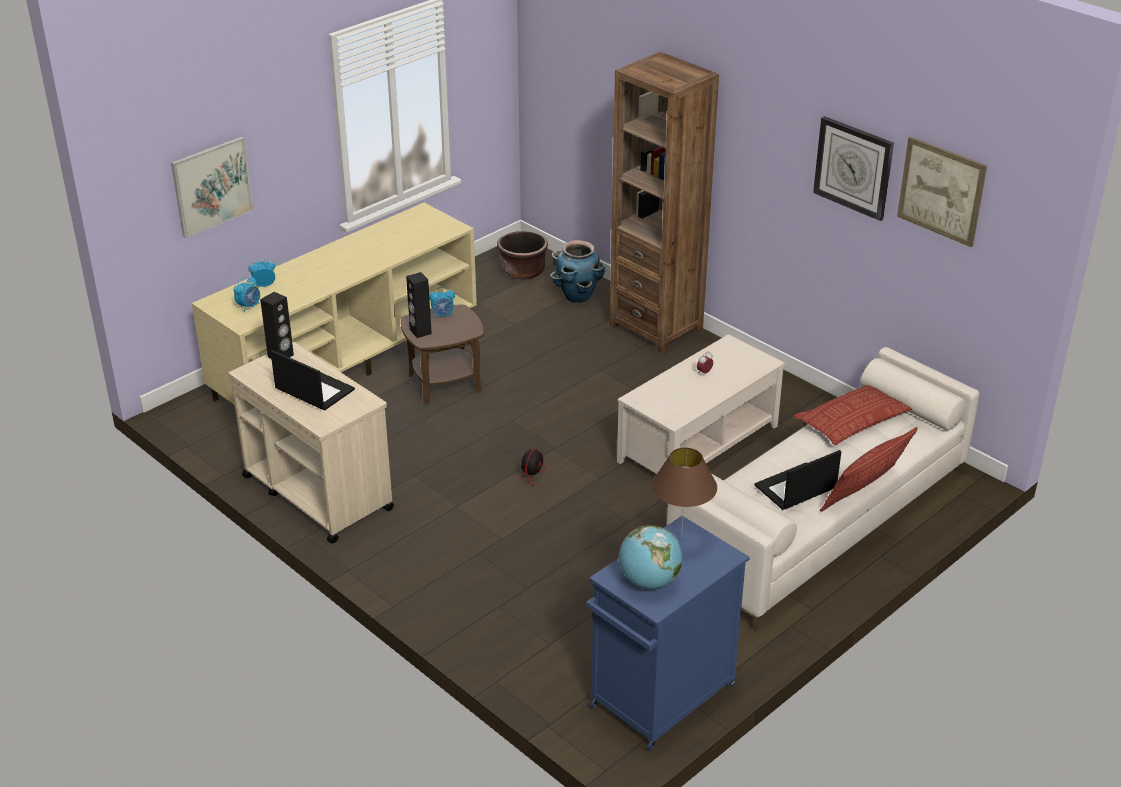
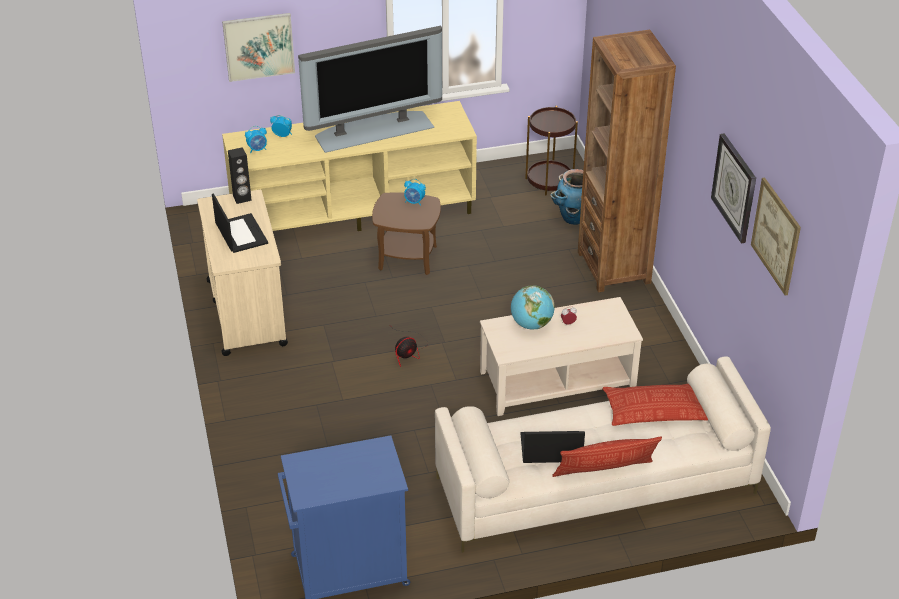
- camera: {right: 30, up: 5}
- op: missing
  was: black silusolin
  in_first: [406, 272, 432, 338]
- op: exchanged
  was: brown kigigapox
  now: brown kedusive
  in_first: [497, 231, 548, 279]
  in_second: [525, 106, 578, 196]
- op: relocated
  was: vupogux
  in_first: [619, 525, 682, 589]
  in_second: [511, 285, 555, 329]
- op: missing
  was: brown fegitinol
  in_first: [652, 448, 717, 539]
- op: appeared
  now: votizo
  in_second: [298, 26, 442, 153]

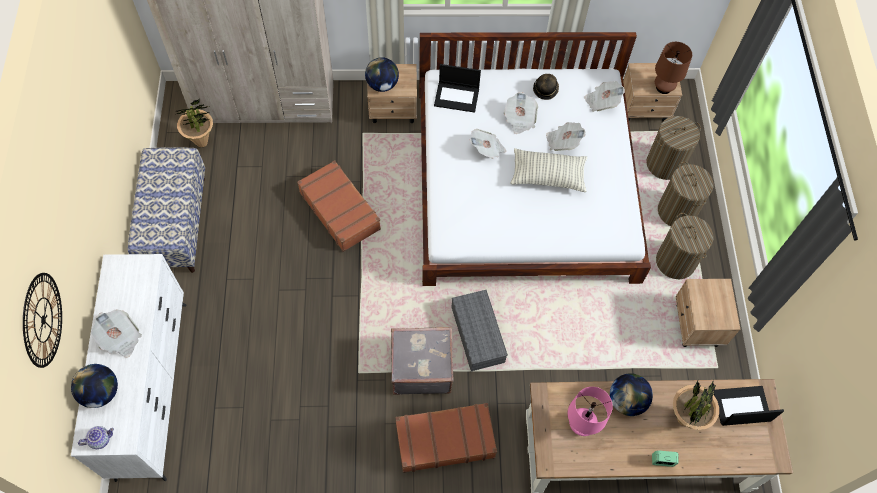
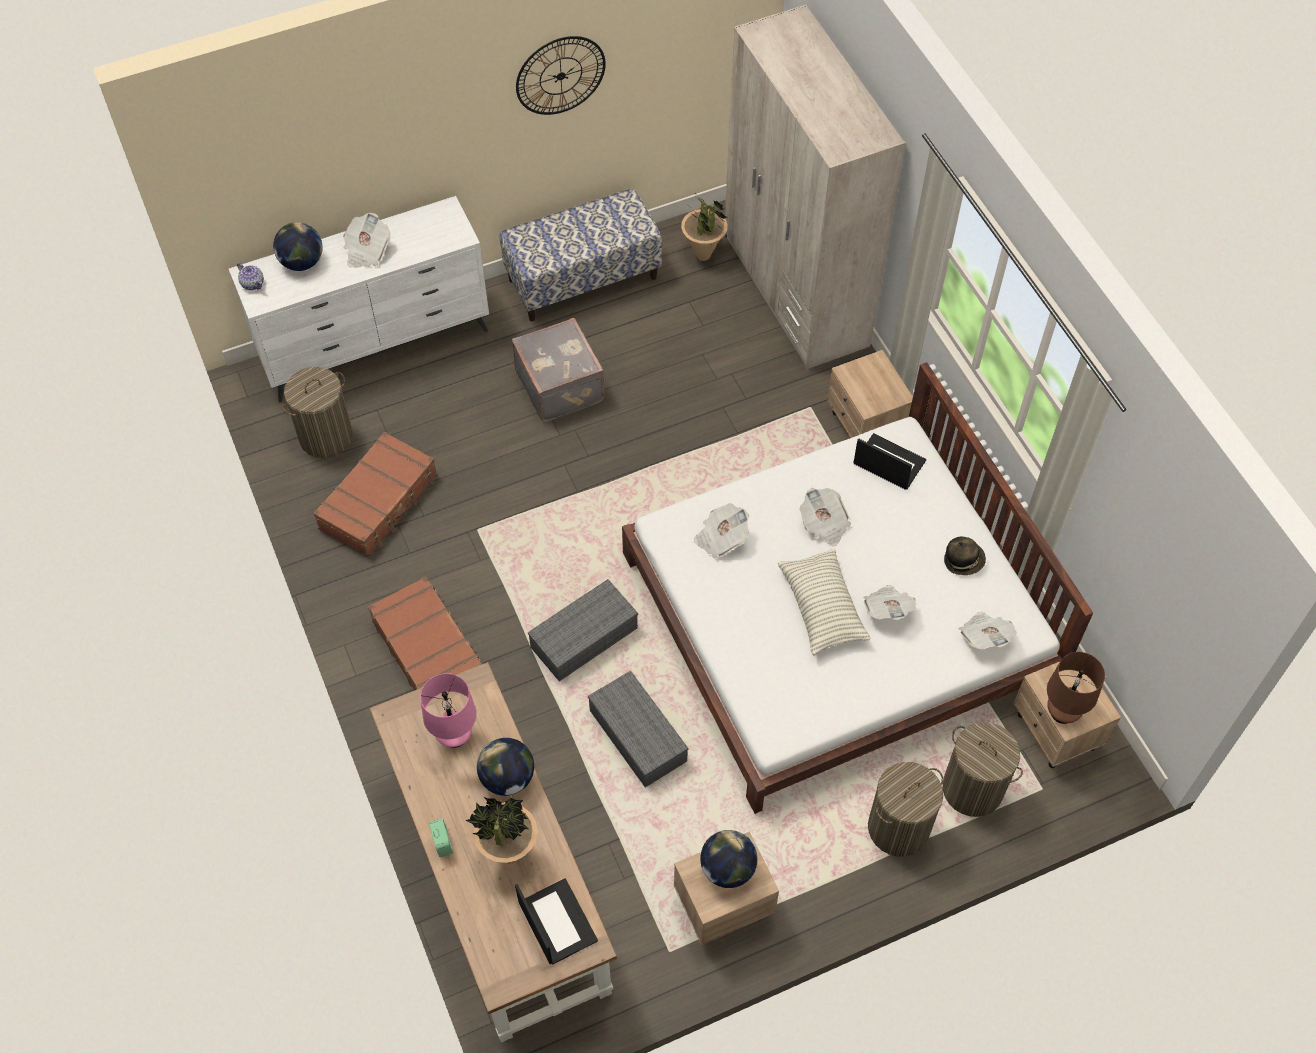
- camera: {right: 70, up: -5}
- op: relocated
  was: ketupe
  in_first: [23, 273, 62, 368]
  in_second: [516, 36, 606, 115]
- op: relocated
  was: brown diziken
  in_first: [297, 160, 381, 252]
  in_second: [314, 432, 437, 557]
- op: relocated
  was: vupogux
  in_first: [365, 57, 399, 92]
  in_second: [700, 830, 758, 888]
- op: relocated
  was: grey diziken
  in_first: [391, 327, 454, 395]
  in_second: [512, 318, 604, 422]
- op: spun
  was: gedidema
  in_first: [434, 64, 481, 113]
  in_second: [853, 433, 926, 490]
  clockwise: 135
- op: relocated
  was: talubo
  in_first: [504, 92, 538, 134]
  in_second: [694, 503, 749, 559]
- op: relocated
  was: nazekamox
  in_first: [656, 213, 713, 279]
  in_second: [282, 367, 353, 458]
- op: appeared
  now: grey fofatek
  in_second: [588, 670, 688, 788]

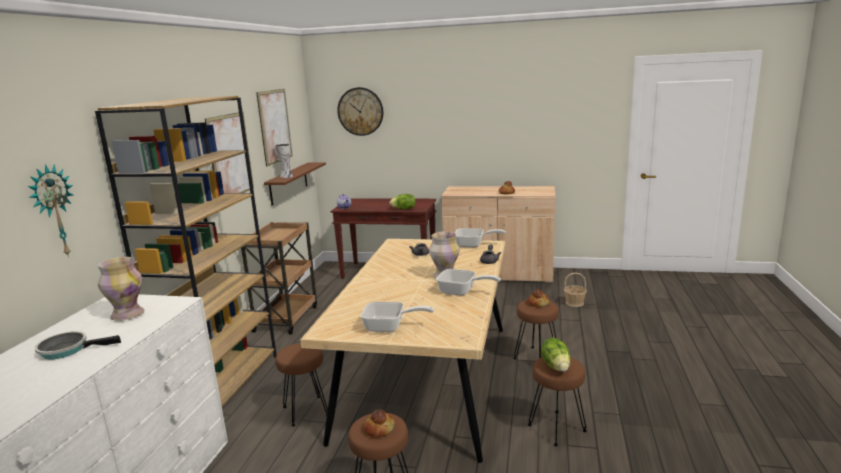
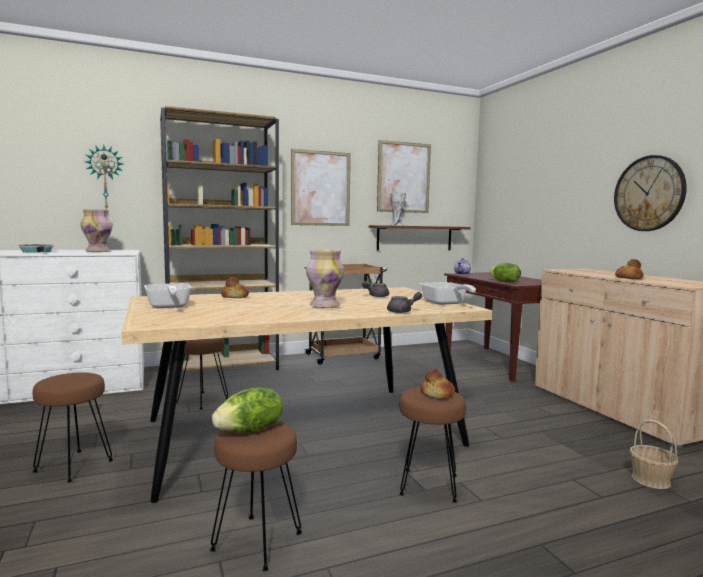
- camera: {right: 55, up: -10}
- op: relocated
  was: ketupe
  in_first: [337, 87, 384, 136]
  in_second: [614, 155, 687, 231]
- op: relocated
  was: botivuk
  in_first: [364, 409, 395, 437]
  in_second: [221, 277, 249, 298]
- op: missing
  was: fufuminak
  in_first: [436, 269, 501, 296]

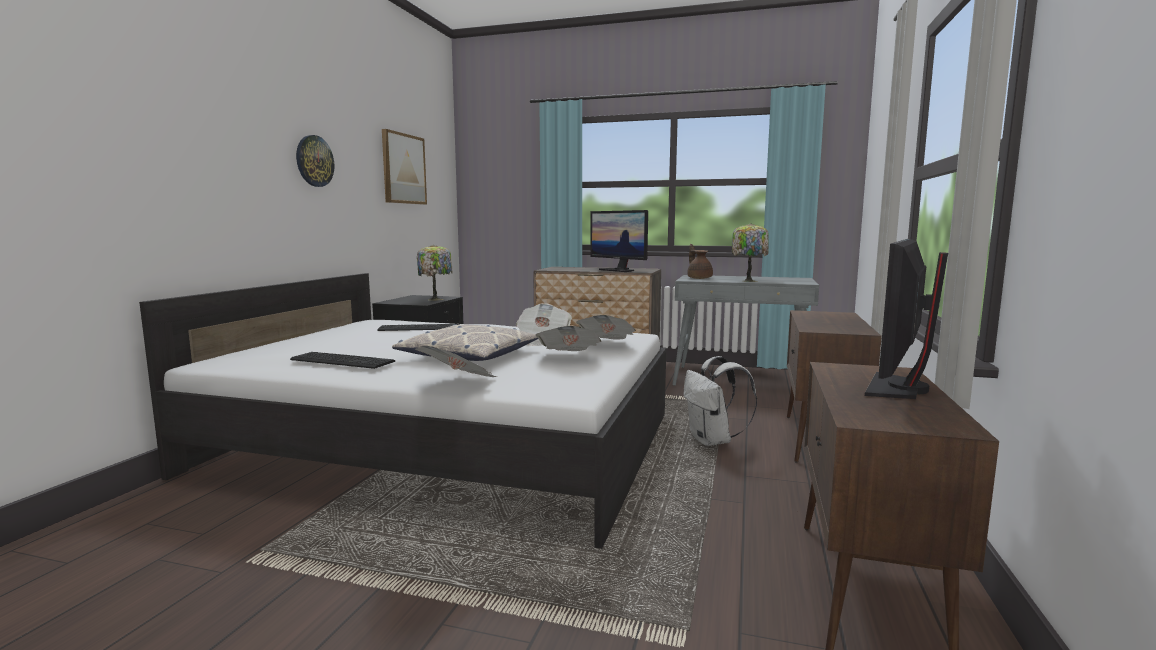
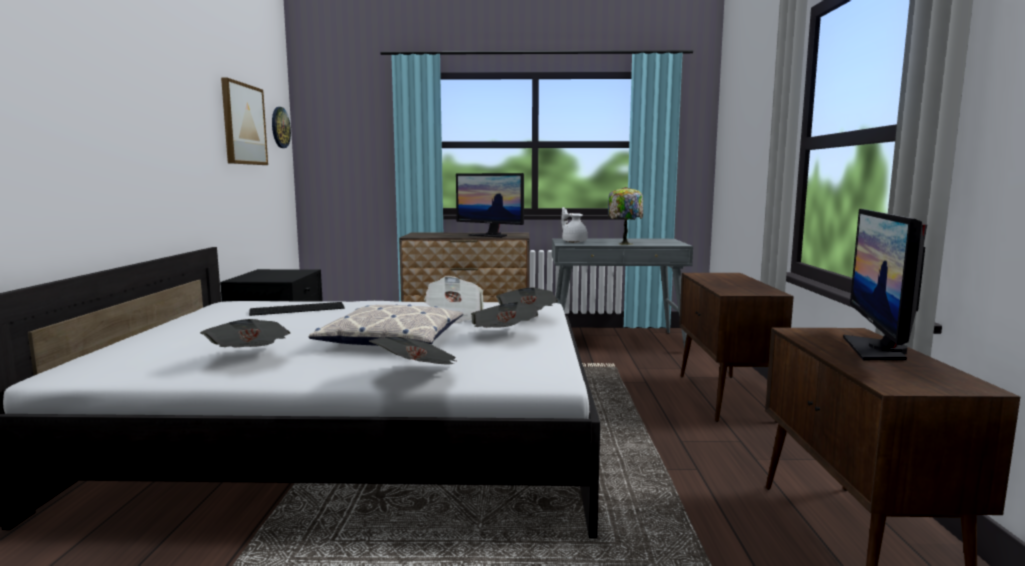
- camera: {right: -15, up: 0}
- op: exchanged
  was: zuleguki
  now: talubo
  in_first: [290, 352, 395, 369]
  in_second: [200, 319, 290, 347]
- op: relocated
  was: ketupe
  in_first: [296, 135, 334, 187]
  in_second: [272, 107, 291, 148]
- op: missing
  was: fegitinol
  in_first: [417, 245, 452, 301]
- op: missing
  was: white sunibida
  in_first: [684, 356, 757, 446]
- op: colour
  was: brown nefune
  now: white nefune
  in_first: [687, 244, 713, 279]
  in_second: [562, 207, 588, 243]

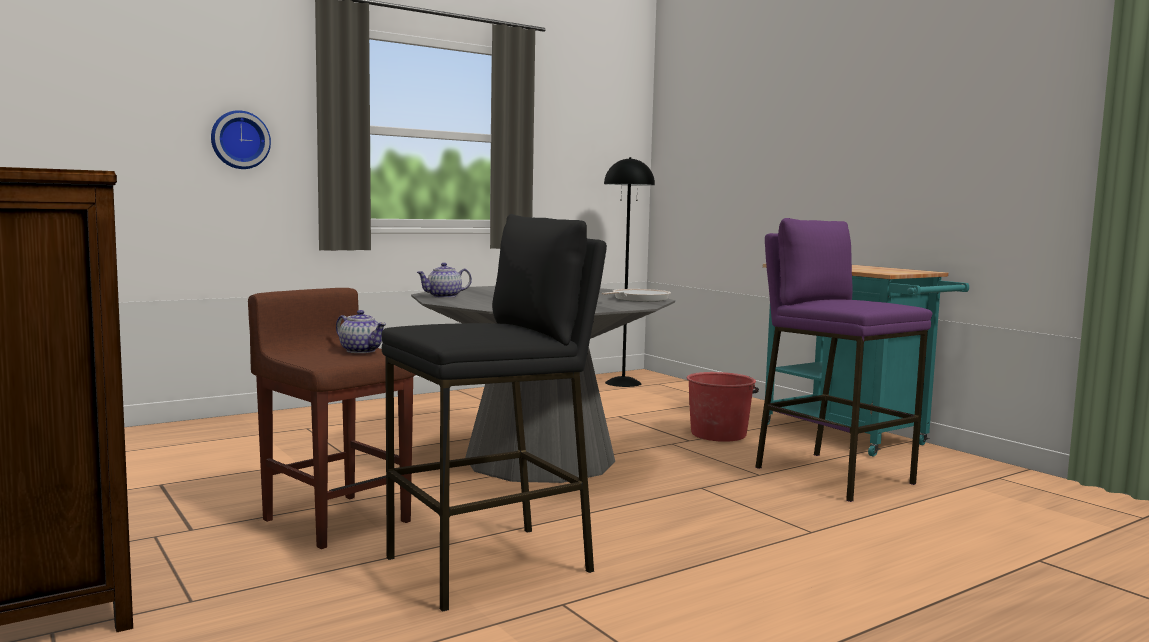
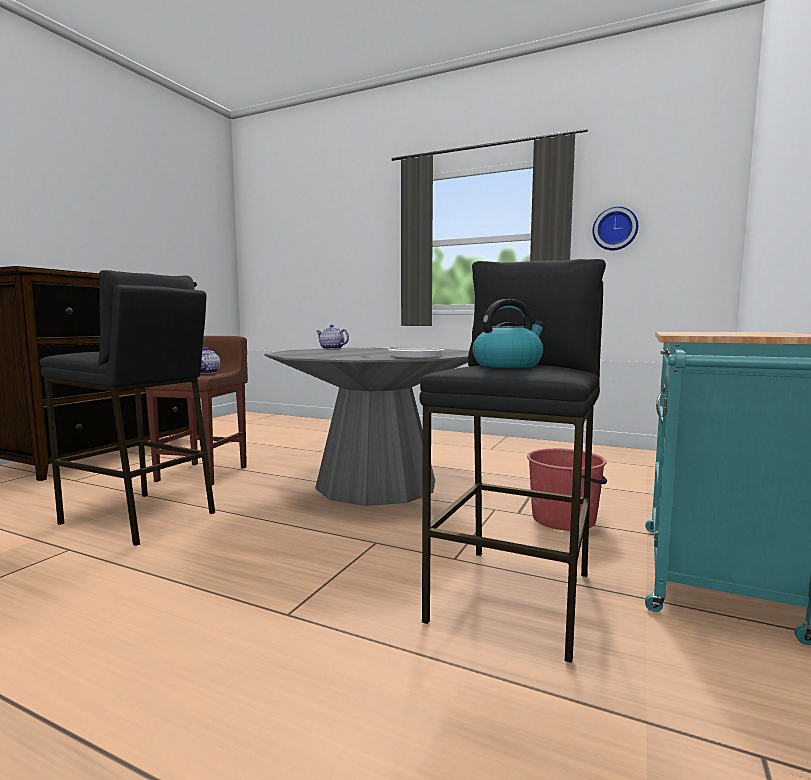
- camera: {right: 60, up: 0}
- op: relocated
  was: ketupe
  in_first: [211, 110, 271, 169]
  in_second: [593, 206, 638, 250]
- op: missing
  was: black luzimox
  in_first: [604, 157, 655, 387]
- op: colour
  was: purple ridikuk
  now: black ridikuk
  in_first: [755, 218, 932, 502]
  in_second: [419, 259, 606, 663]
- op: appeared
  now: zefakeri
  in_second: [473, 299, 545, 368]

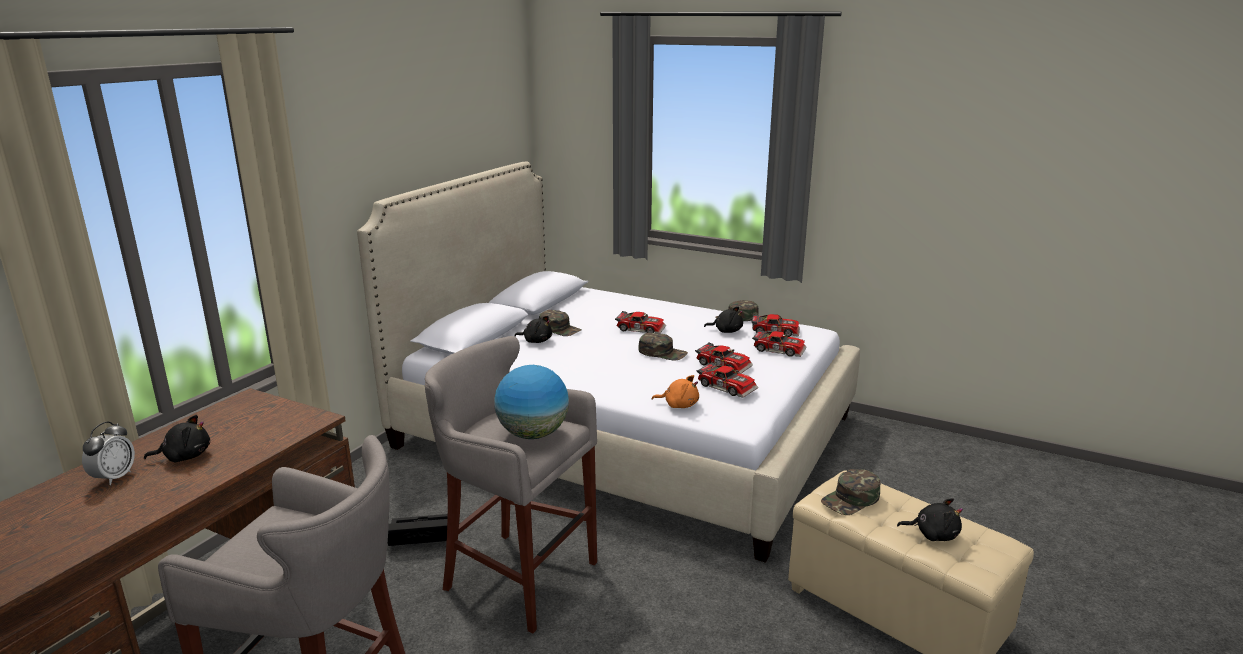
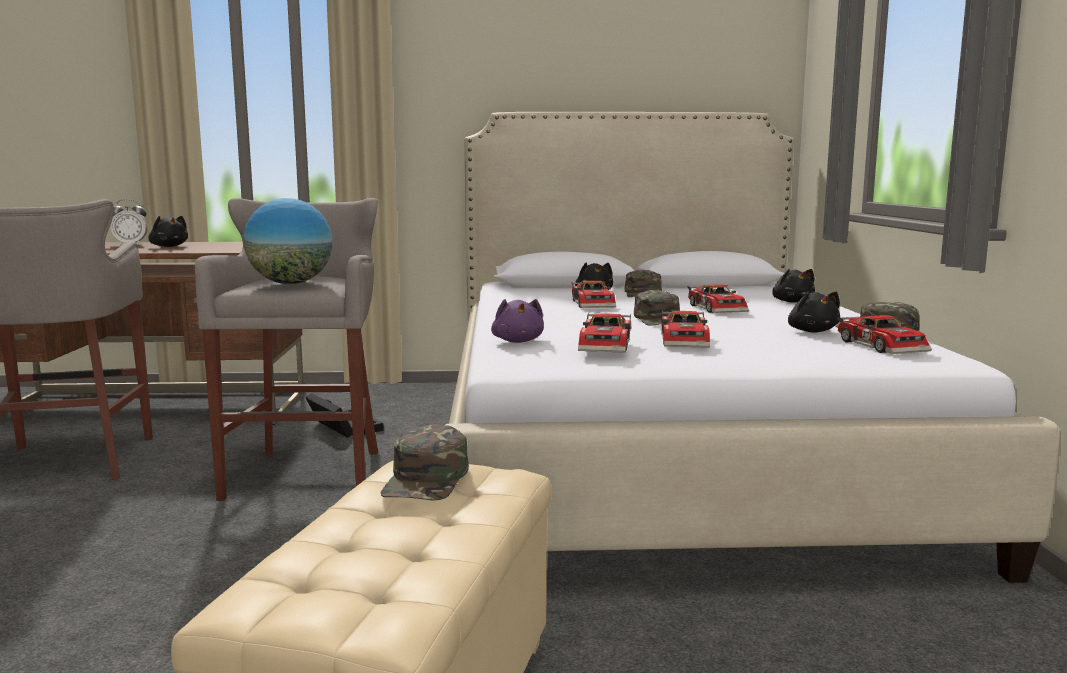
- camera: {right: 60, up: -10}
- op: colour
  was: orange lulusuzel
  now: purple lulusuzel
  in_first: [652, 375, 699, 408]
  in_second: [491, 299, 544, 343]
- op: relocated
  was: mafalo
  in_first: [752, 329, 807, 357]
  in_second: [572, 281, 616, 308]
- op: spun
  was: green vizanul
  in_first: [821, 469, 881, 515]
  in_second: [381, 424, 469, 501]
  clockwise: -105
- op: relocated
  was: black lulusuzel
  in_first: [897, 498, 963, 541]
  in_second: [772, 269, 815, 303]

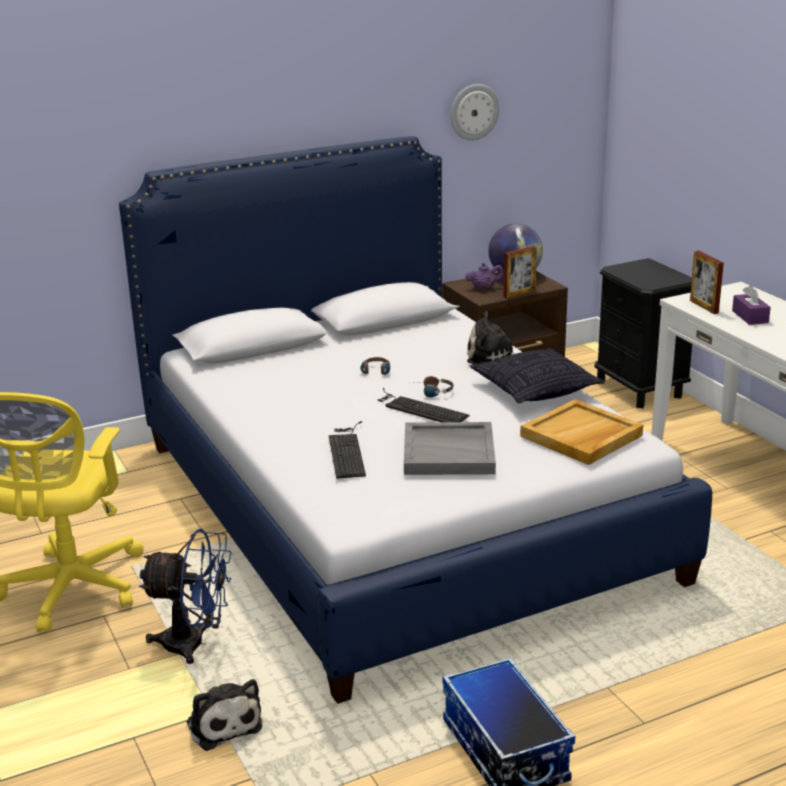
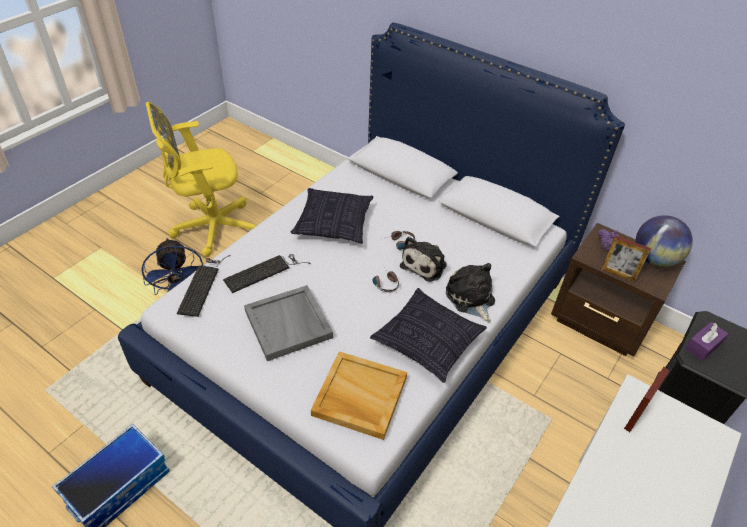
- camera: {right: 60, up: 20}
- op: relocated
  was: lulusuzel
  in_first: [186, 679, 263, 751]
  in_second: [400, 237, 447, 282]
- op: relocated
  was: zuleguki
  in_first: [377, 388, 470, 422]
  in_second: [177, 255, 231, 317]
- op: missing
  was: ketupe
  in_first: [450, 84, 499, 141]
- op: relocated
  was: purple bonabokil
  in_first: [732, 285, 771, 325]
  in_second: [685, 322, 728, 361]
- op: appeared
  now: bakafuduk
  in_second: [291, 188, 374, 244]

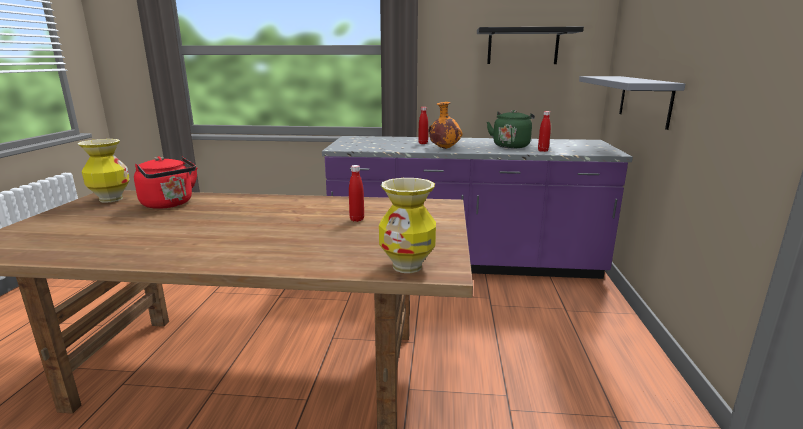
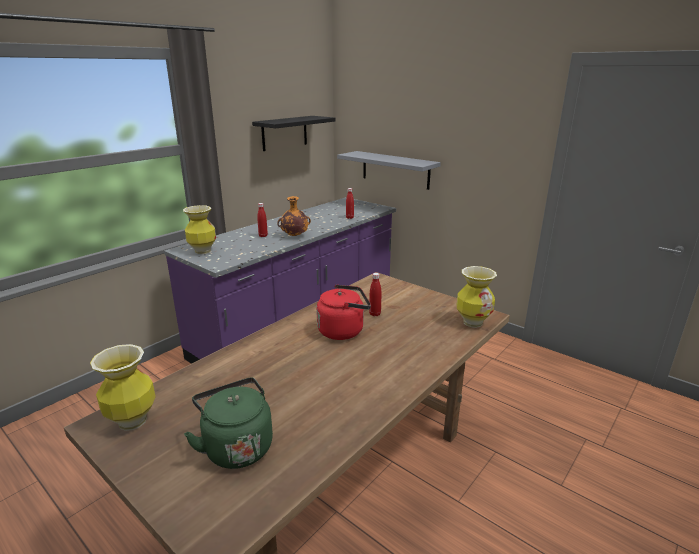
- camera: {right: -55, up: 5}
- op: relocated
  was: red zefakeri
  in_first: [134, 156, 197, 209]
  in_second: [316, 285, 371, 340]
- op: relocated
  was: green zefakeri
  in_first: [487, 110, 535, 148]
  in_second: [184, 378, 273, 469]
- op: appeared
  now: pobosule
  in_second: [183, 205, 216, 254]

